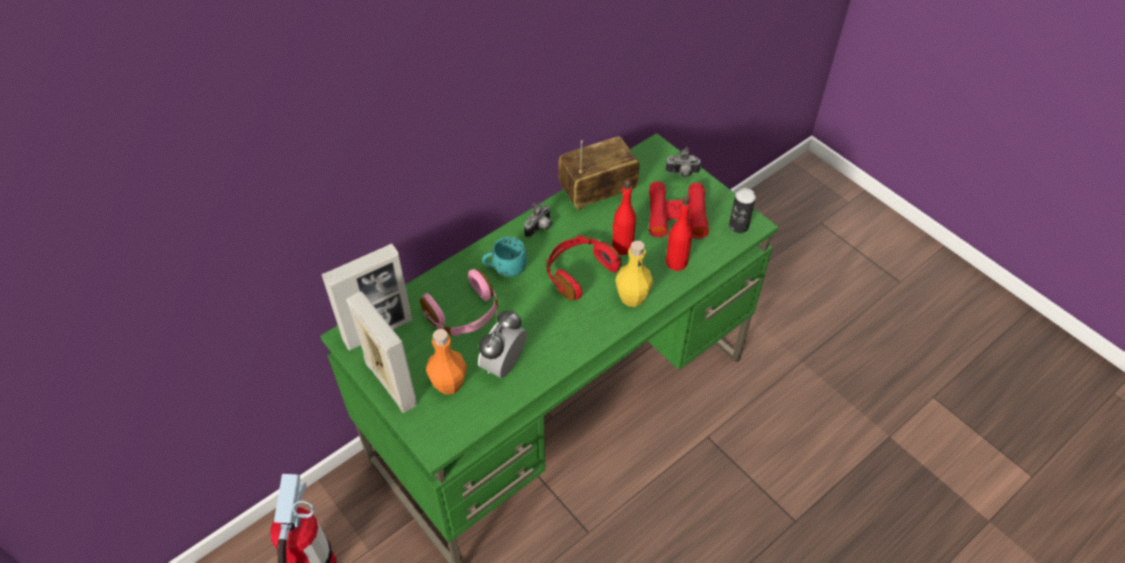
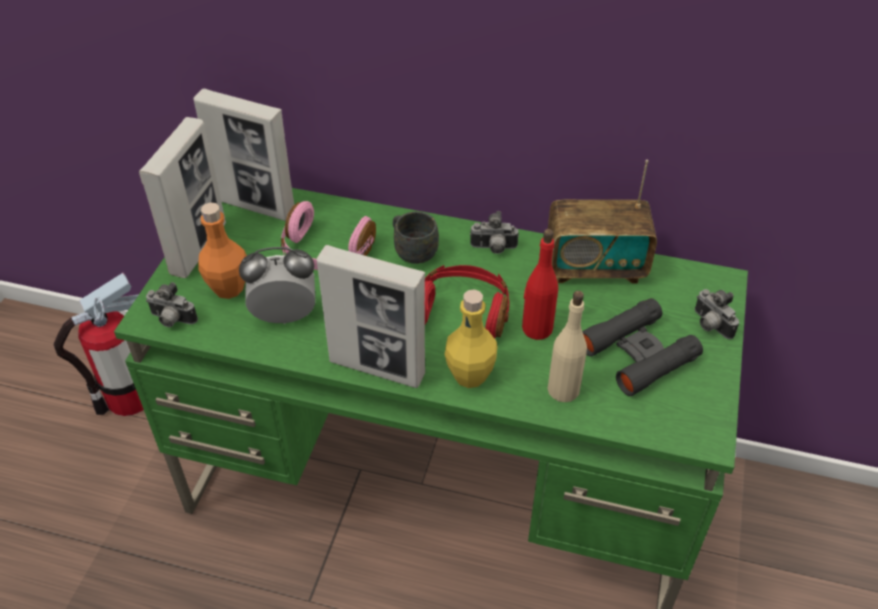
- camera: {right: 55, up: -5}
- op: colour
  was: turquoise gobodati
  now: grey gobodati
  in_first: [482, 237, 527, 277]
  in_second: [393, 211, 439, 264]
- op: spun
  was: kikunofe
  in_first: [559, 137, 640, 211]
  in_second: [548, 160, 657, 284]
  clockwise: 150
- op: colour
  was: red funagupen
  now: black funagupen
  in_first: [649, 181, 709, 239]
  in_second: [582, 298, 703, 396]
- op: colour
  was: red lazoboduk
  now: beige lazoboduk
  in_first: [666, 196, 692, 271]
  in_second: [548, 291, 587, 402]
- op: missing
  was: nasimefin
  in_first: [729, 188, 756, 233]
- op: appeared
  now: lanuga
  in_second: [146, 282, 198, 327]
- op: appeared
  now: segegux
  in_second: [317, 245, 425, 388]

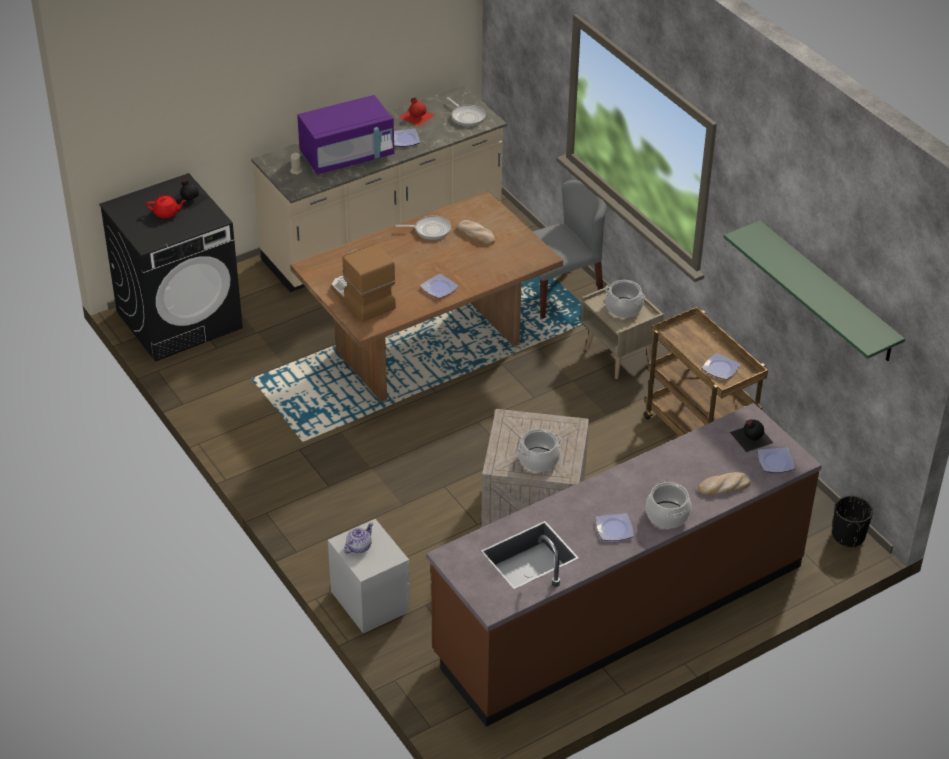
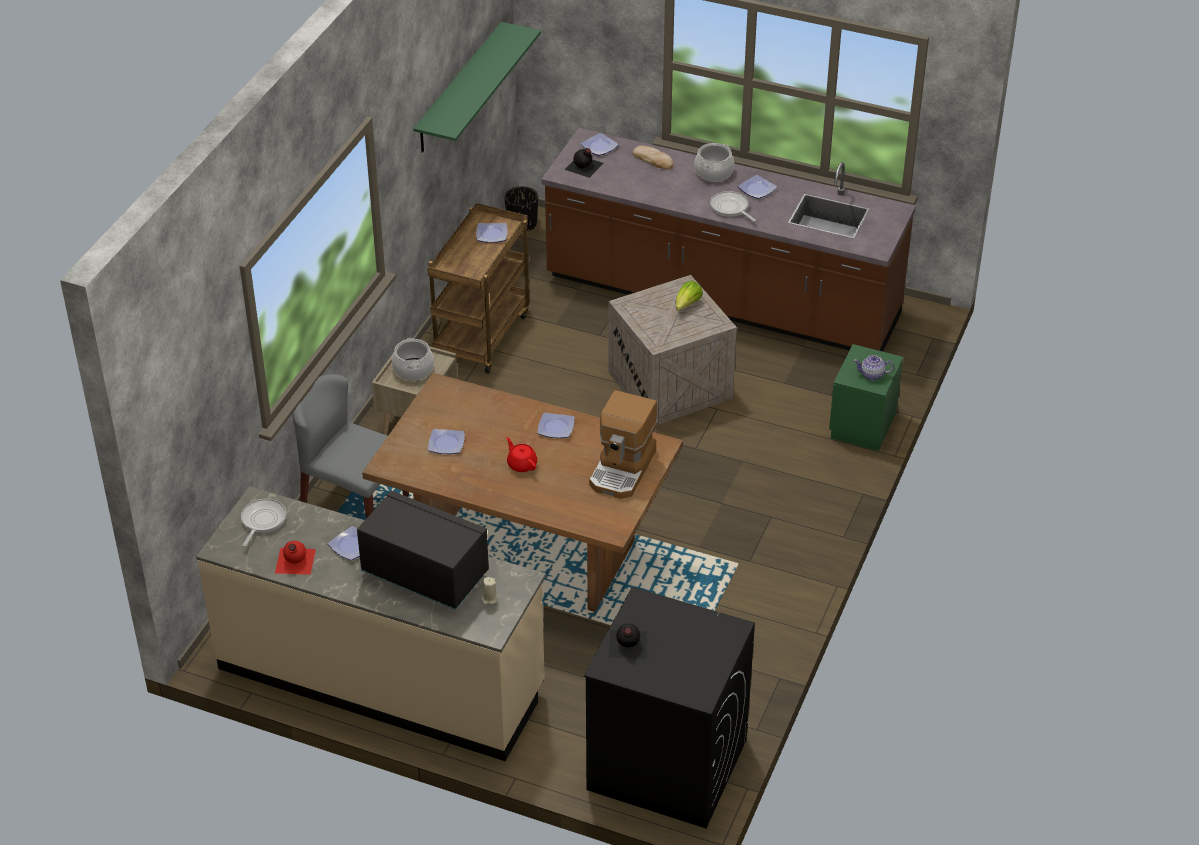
- camera: {right: -125, up: 0}
- op: relocated
  was: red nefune
  in_first: [146, 195, 187, 218]
  in_second: [507, 437, 537, 472]
- op: colour
  was: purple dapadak
  now: black dapadak
  in_first: [297, 95, 394, 174]
  in_second: [357, 491, 489, 610]
- op: colour
  was: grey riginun
  now: green riginun
  in_first: [328, 519, 410, 633]
  in_second: [829, 344, 903, 451]
- op: relocated
  was: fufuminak
  in_first: [396, 215, 451, 240]
  in_second: [710, 191, 756, 222]
- op: exchanged
  was: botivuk
  now: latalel
  in_first: [457, 220, 495, 245]
  in_second: [428, 429, 465, 454]
- op: exchanged
  was: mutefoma
  now: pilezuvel
  in_first: [518, 429, 561, 472]
  in_second: [676, 281, 703, 311]

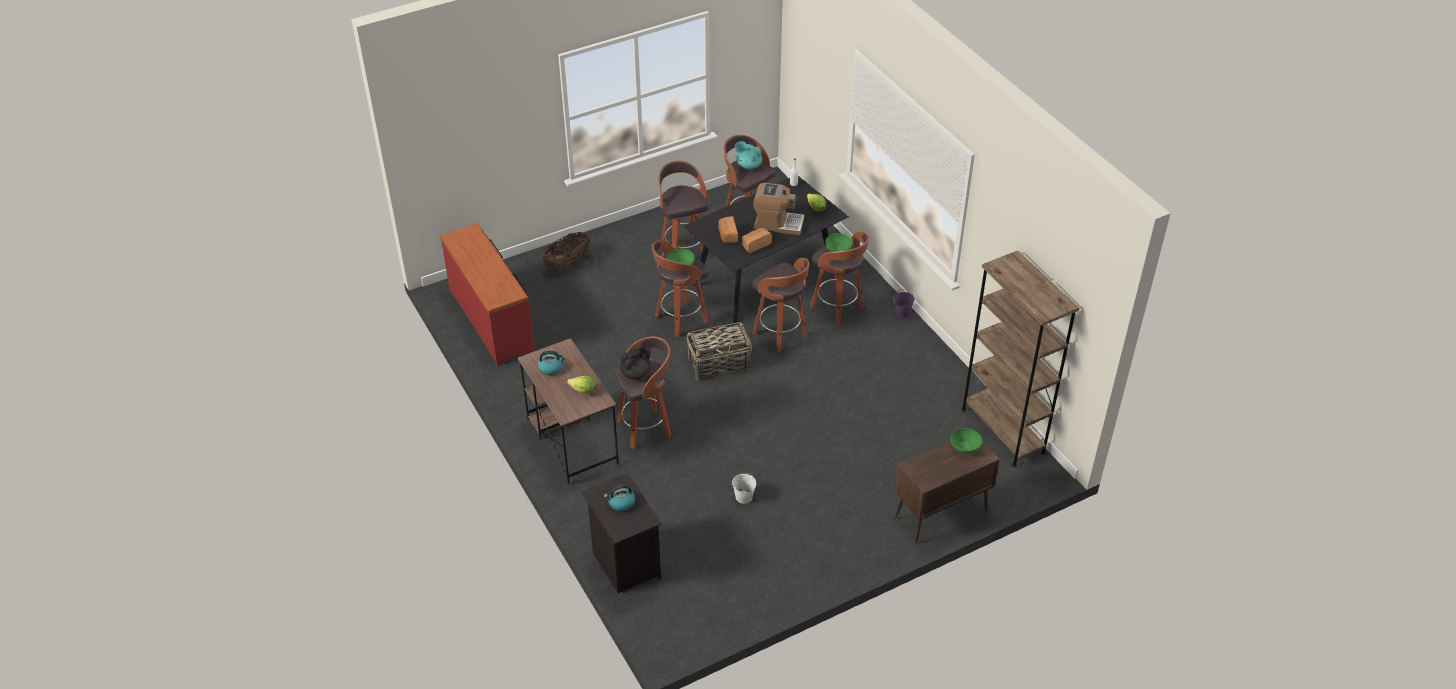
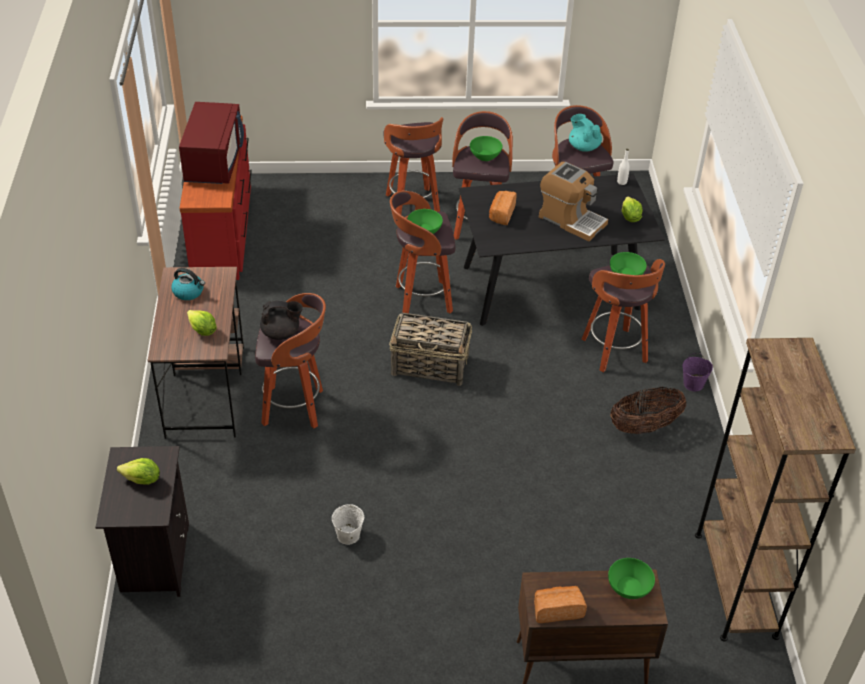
- camera: {right: 25, up: 0}
- op: relocated
  was: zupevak
  in_first: [543, 232, 590, 271]
  in_second: [610, 387, 686, 434]
- op: exchanged
  was: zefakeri
  now: pilezuvel
  in_first: [604, 484, 635, 511]
  in_second: [117, 458, 160, 485]
- op: relocated
  was: botivuk
  in_first: [742, 228, 772, 253]
  in_second: [534, 586, 587, 623]
- op: relocated
  was: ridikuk
  in_first: [752, 258, 809, 353]
  in_second: [383, 117, 443, 215]
- op: appeared
  now: red dapadak
  in_second: [179, 102, 244, 184]
- op: appeared
  now: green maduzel
  in_second: [470, 136, 502, 161]

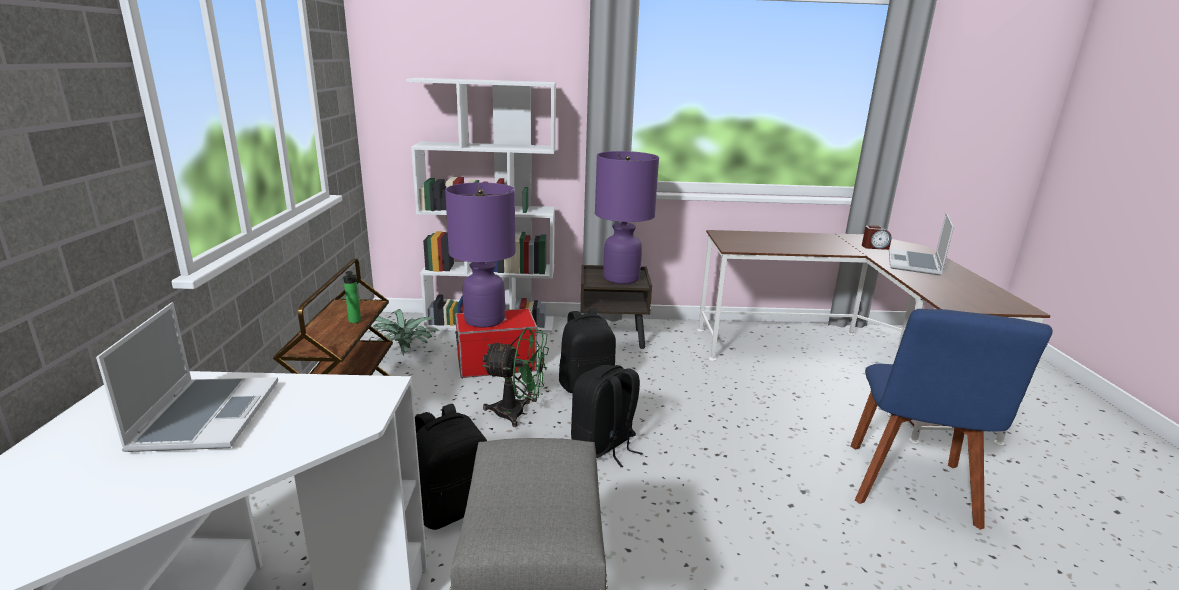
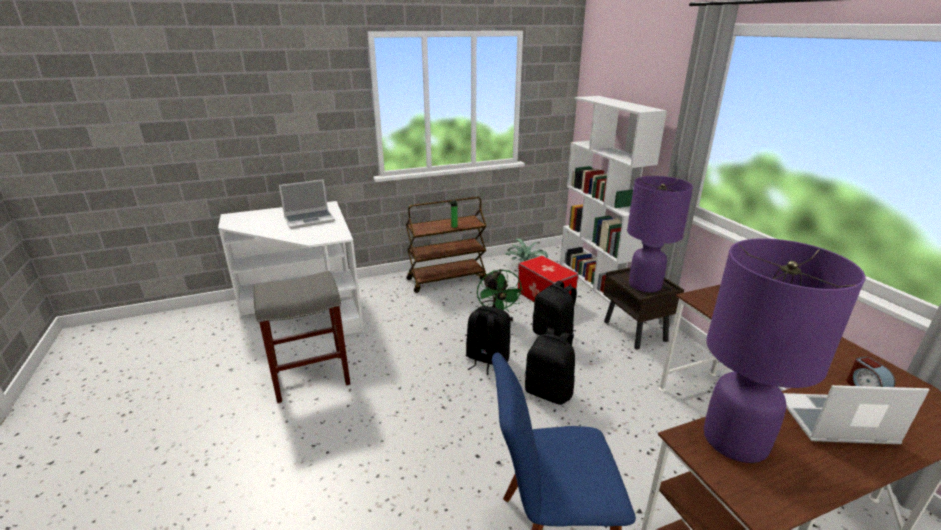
- camera: {right: 70, up: 5}
- op: relocated
  was: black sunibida
  in_first: [415, 404, 487, 530]
  in_second: [525, 328, 575, 405]
- op: relocated
  was: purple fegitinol
  in_first: [445, 182, 516, 328]
  in_second: [704, 238, 865, 463]

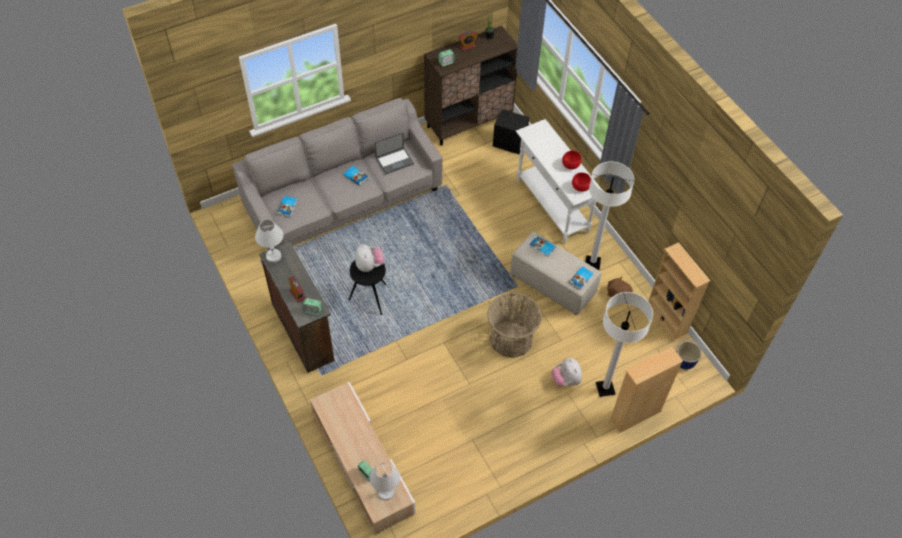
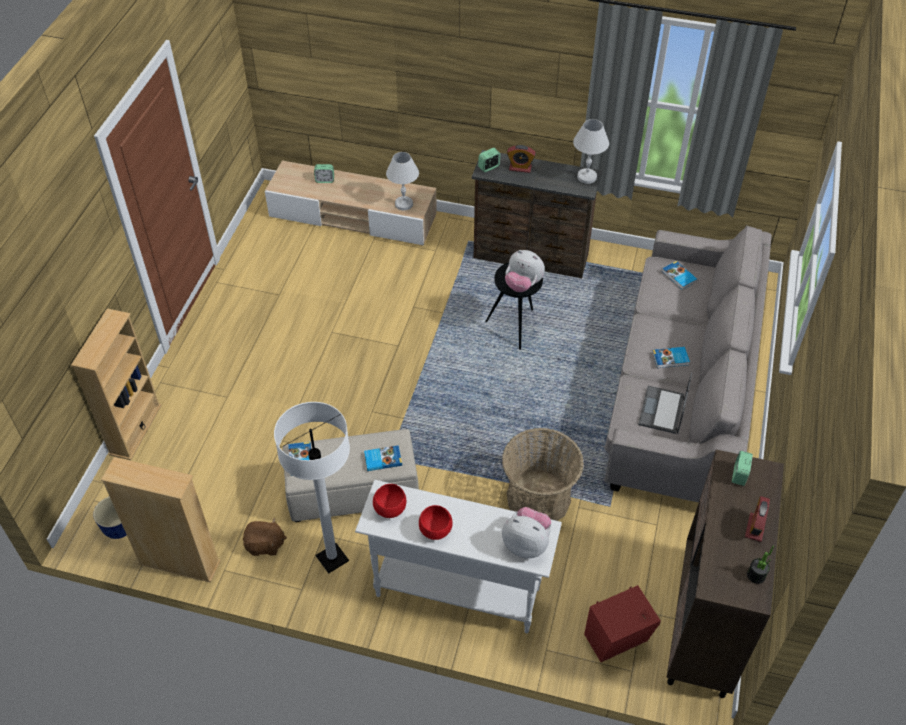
- camera: {right: 135, up: -5}
- op: relocated
  was: white fegitinol
  in_first: [369, 463, 400, 500]
  in_second: [386, 152, 419, 210]
- op: relocated
  was: zupevak
  in_first: [487, 293, 542, 358]
  in_second: [502, 428, 584, 521]
- op: colour
  was: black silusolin
  now: red silusolin
  in_first: [493, 109, 530, 155]
  in_second: [584, 585, 661, 662]
- op: relocated
  was: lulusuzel
  in_first: [551, 358, 582, 386]
  in_second: [502, 507, 551, 558]
- op: missing
  was: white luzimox
  in_first: [596, 292, 653, 397]

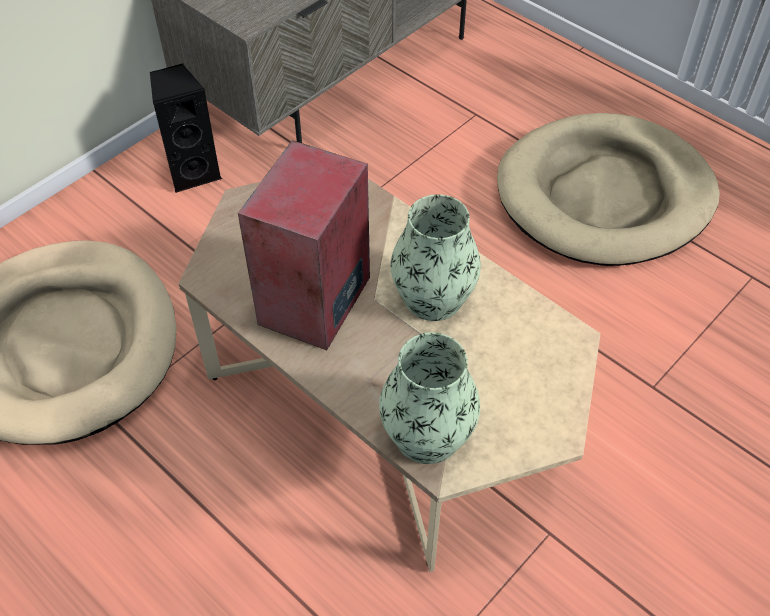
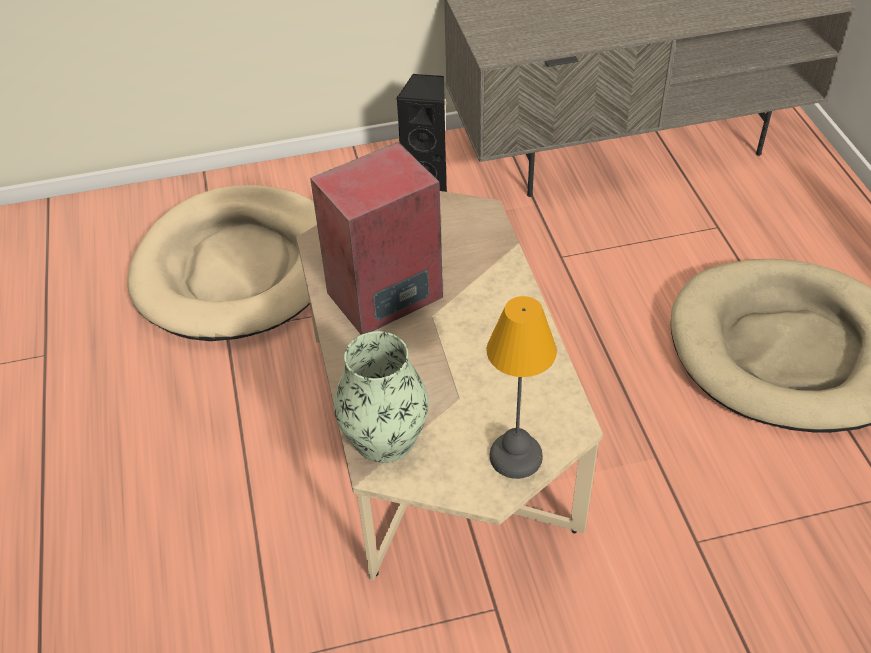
- camera: {right: 35, up: -5}
- op: missing
  was: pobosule
  in_first: [391, 194, 481, 321]
- op: appeared
  now: fegitinol
  in_second: [486, 296, 557, 479]

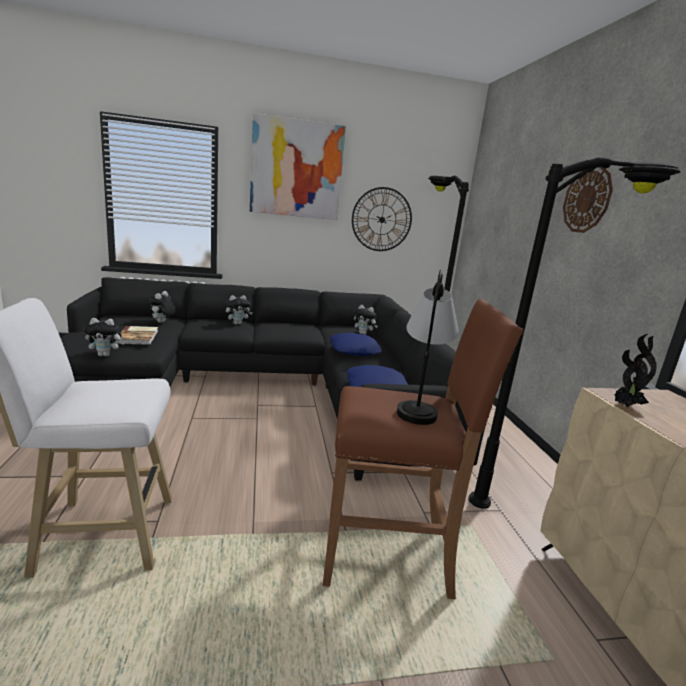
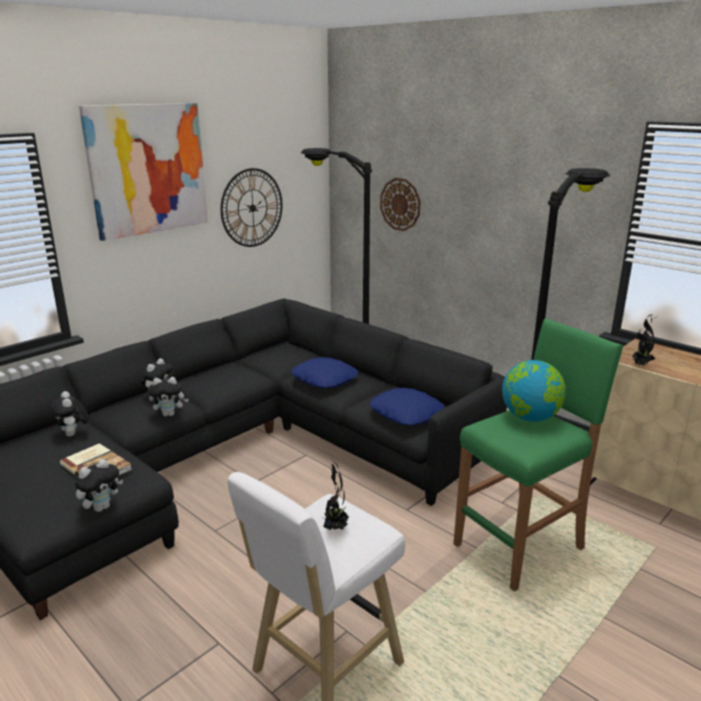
- camera: {right: -35, up: 5}
- op: colour
  was: brown ridikuk
  now: green ridikuk
  in_first: [323, 299, 524, 599]
  in_second: [453, 318, 623, 592]
- op: relocated
  was: lulusuzel
  in_first: [353, 305, 378, 335]
  in_second: [148, 377, 189, 416]
- op: exchanged
  was: fegitinol
  now: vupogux
  in_first: [397, 270, 459, 425]
  in_second: [502, 360, 566, 422]
- op: relocated
  was: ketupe
  in_first: [563, 167, 613, 233]
  in_second: [380, 178, 421, 231]
- op: appeared
  now: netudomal
  in_second: [323, 459, 349, 530]

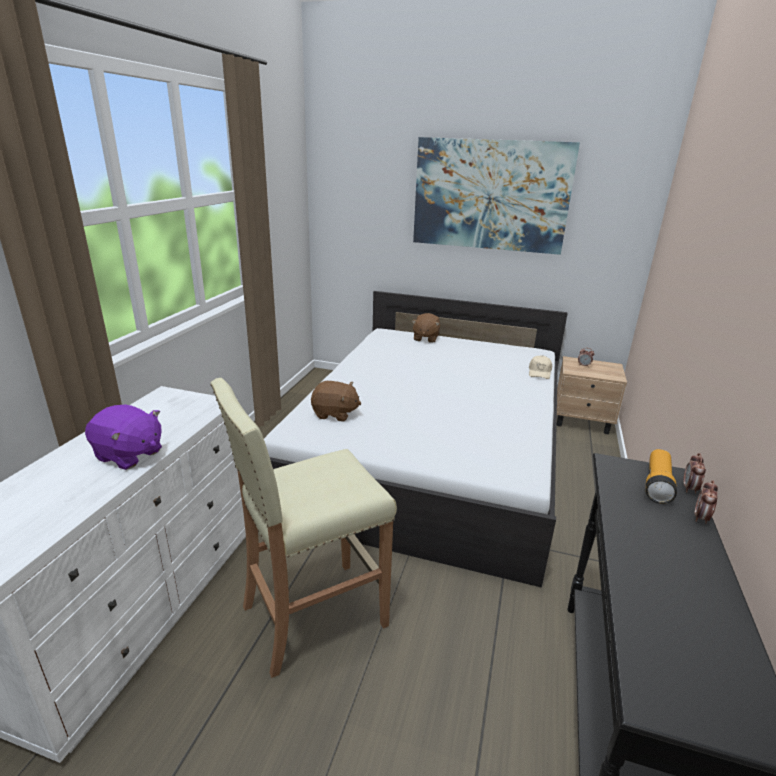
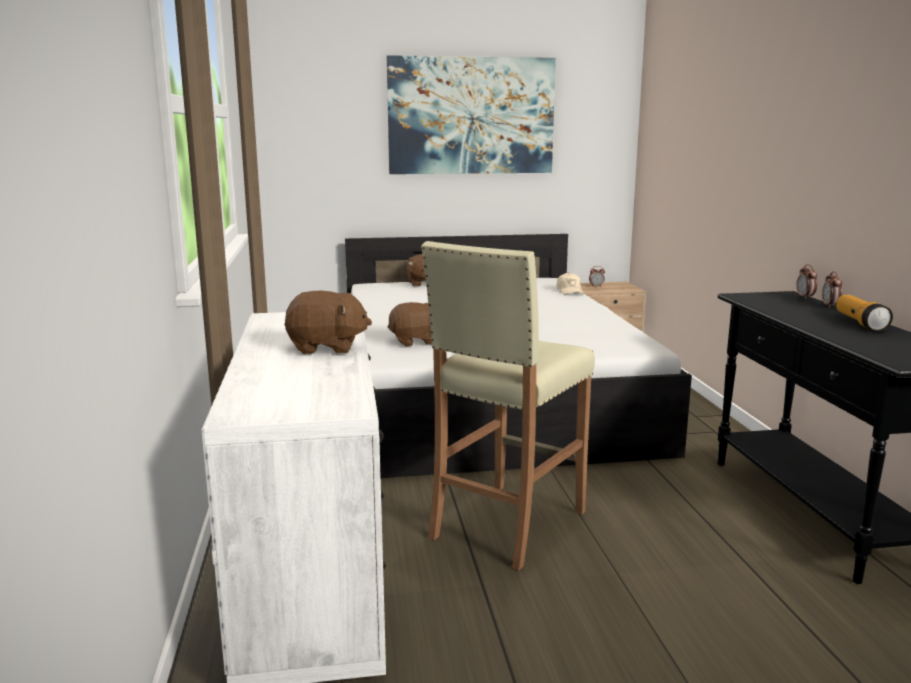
- camera: {right: -25, up: -10}
- op: colour
  was: purple lulusuzel
  now: brown lulusuzel
  in_first: [85, 405, 162, 470]
  in_second: [284, 291, 372, 354]
- op: relocated
  was: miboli
  in_first: [646, 449, 677, 504]
  in_second: [836, 295, 893, 331]

